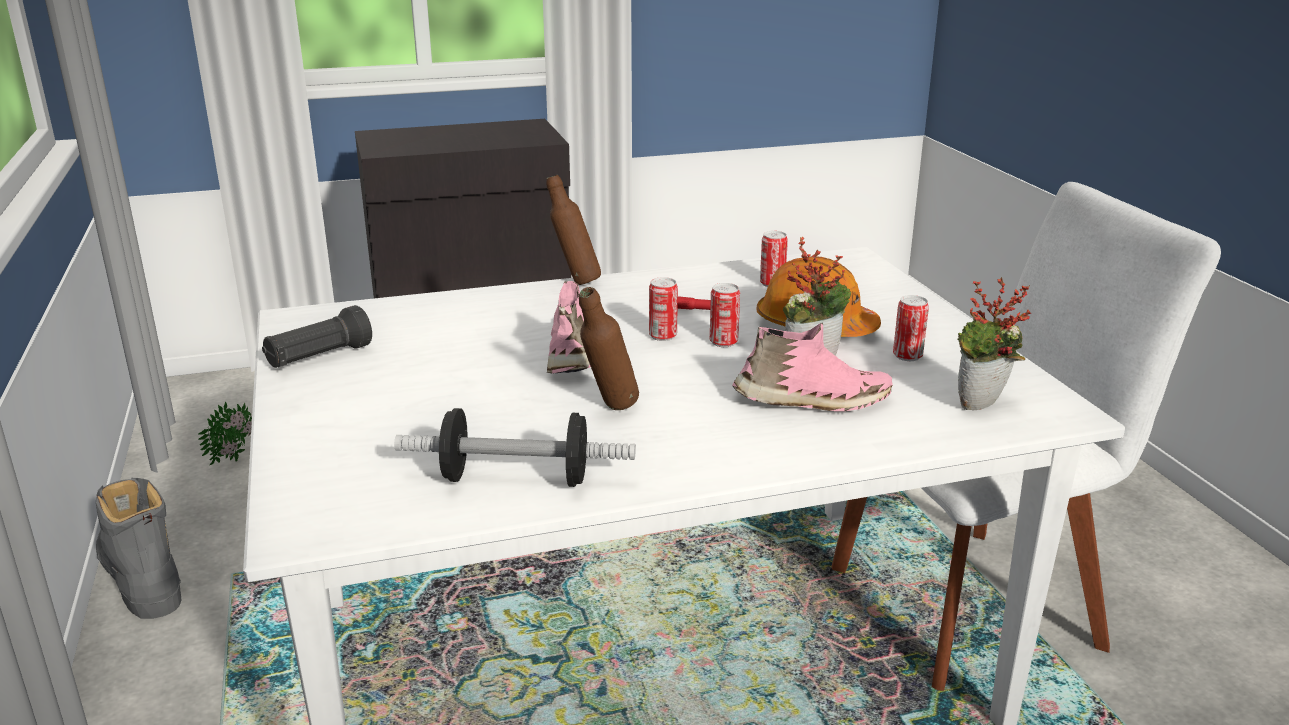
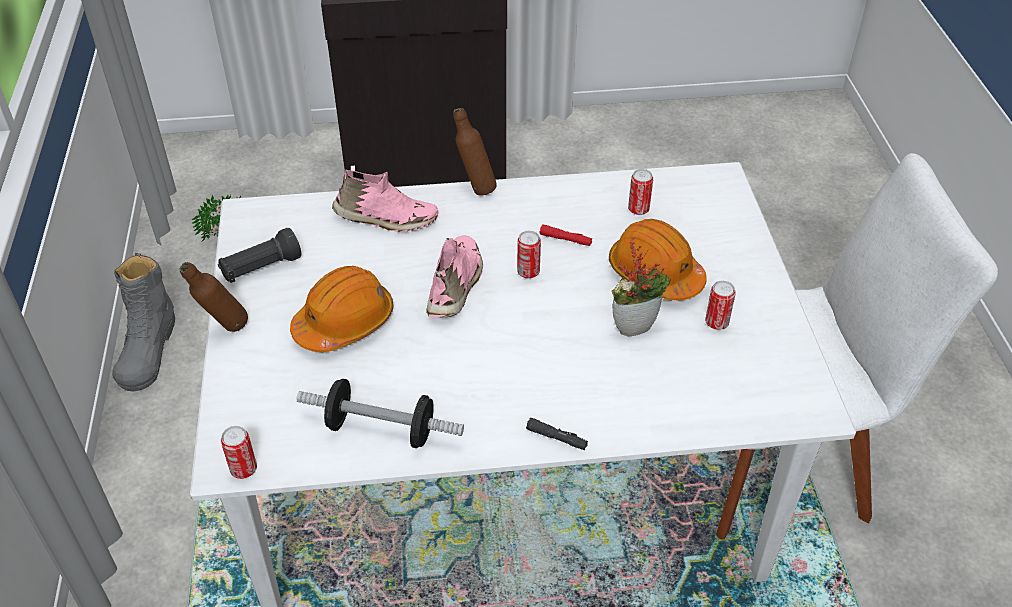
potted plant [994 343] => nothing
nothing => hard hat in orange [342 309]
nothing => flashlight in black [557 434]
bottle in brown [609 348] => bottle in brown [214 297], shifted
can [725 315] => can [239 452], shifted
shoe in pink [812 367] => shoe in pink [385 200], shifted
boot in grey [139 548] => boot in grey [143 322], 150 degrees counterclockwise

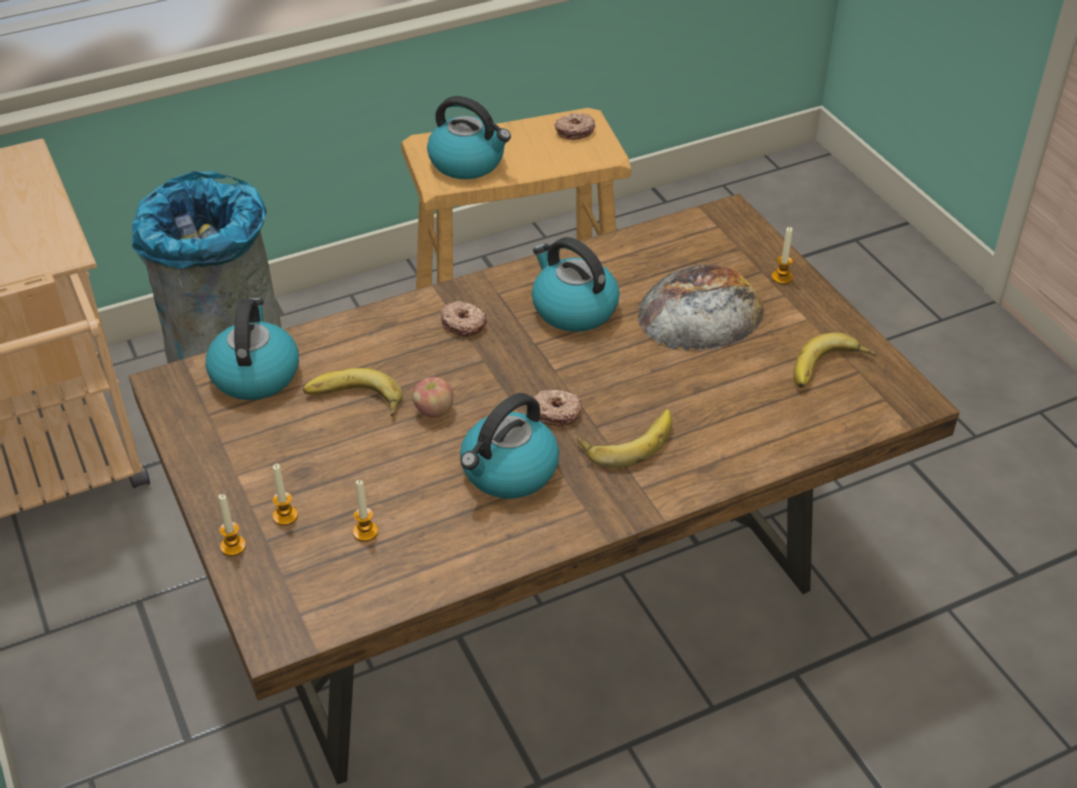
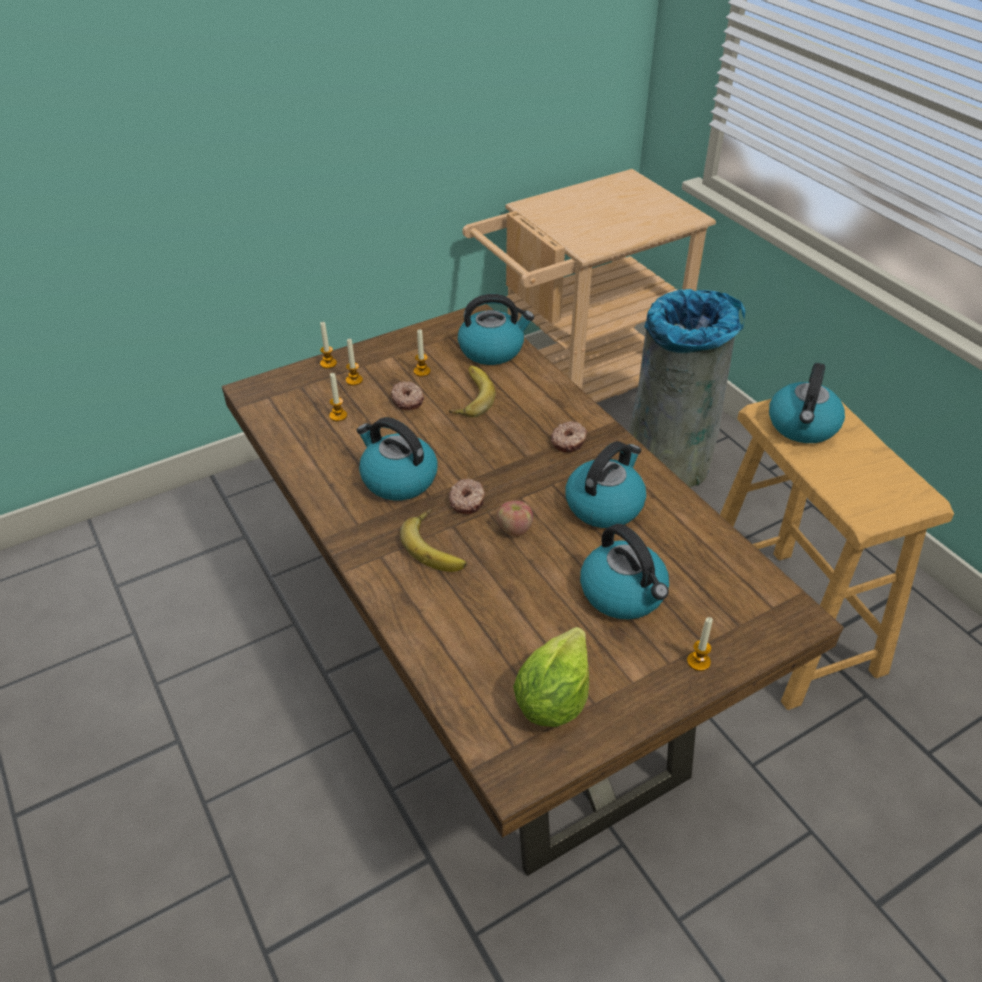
nothing => candle [422 353]
apple [433 397] => apple [515 518], shifted
donut [574 126] => donut [407 395], shifted
bread [701 307] => kettle [624 571]
banana [834 360] => lettuce [551 677]

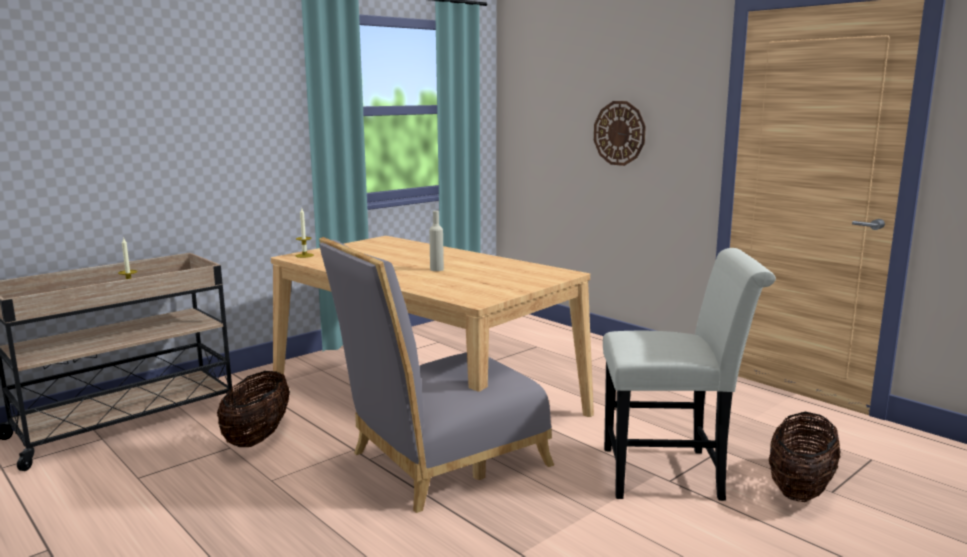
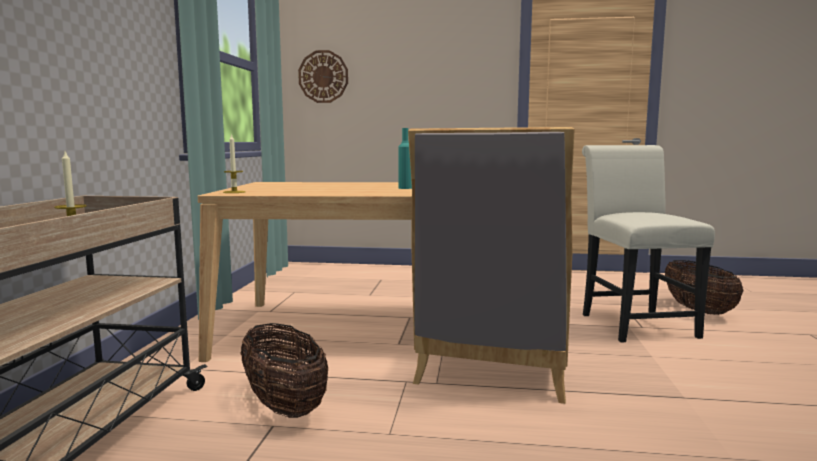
wall clock [620 133] => wall clock [323 76], shifted
bottle in beige [436 241] => bottle in turquoise [405 158]
chair in white [689 374] => chair in white [648 243], 60 degrees counterclockwise

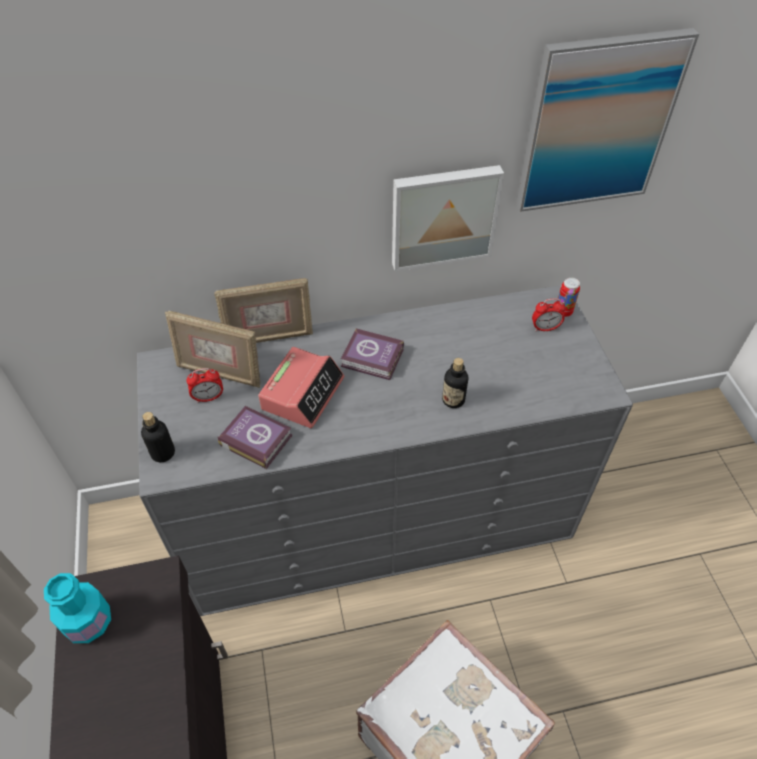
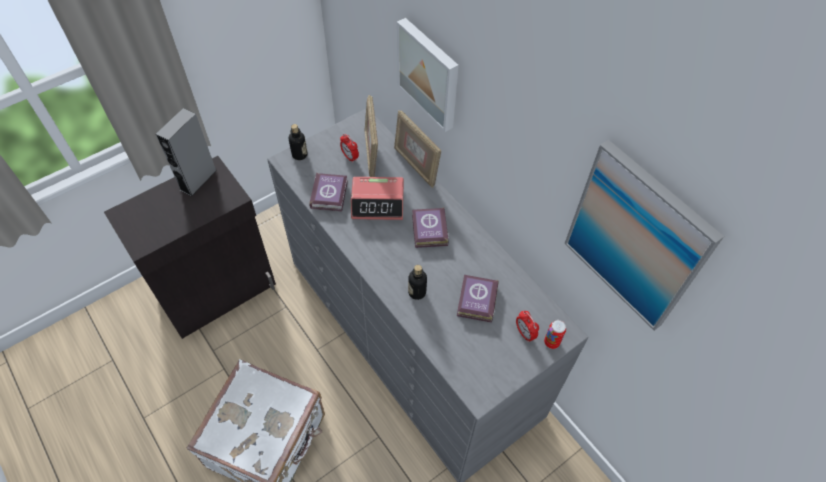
nothing => book [478 298]
picture [448 218] => picture [428 75], shifted
bottle in turquoise [77 608] => speaker in grey [186 152]

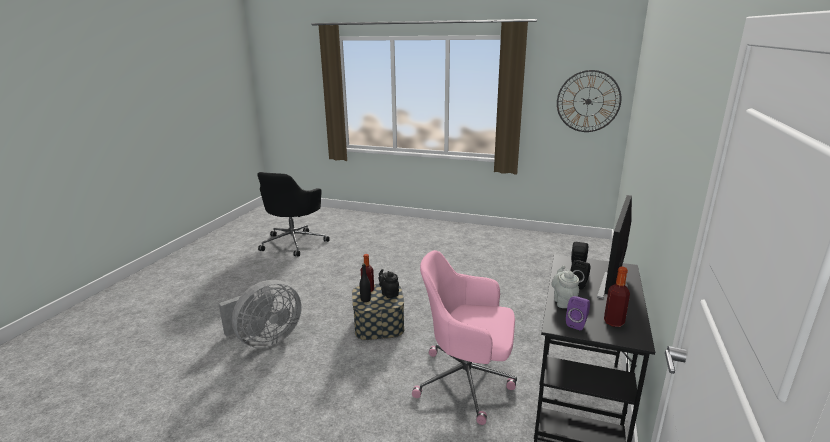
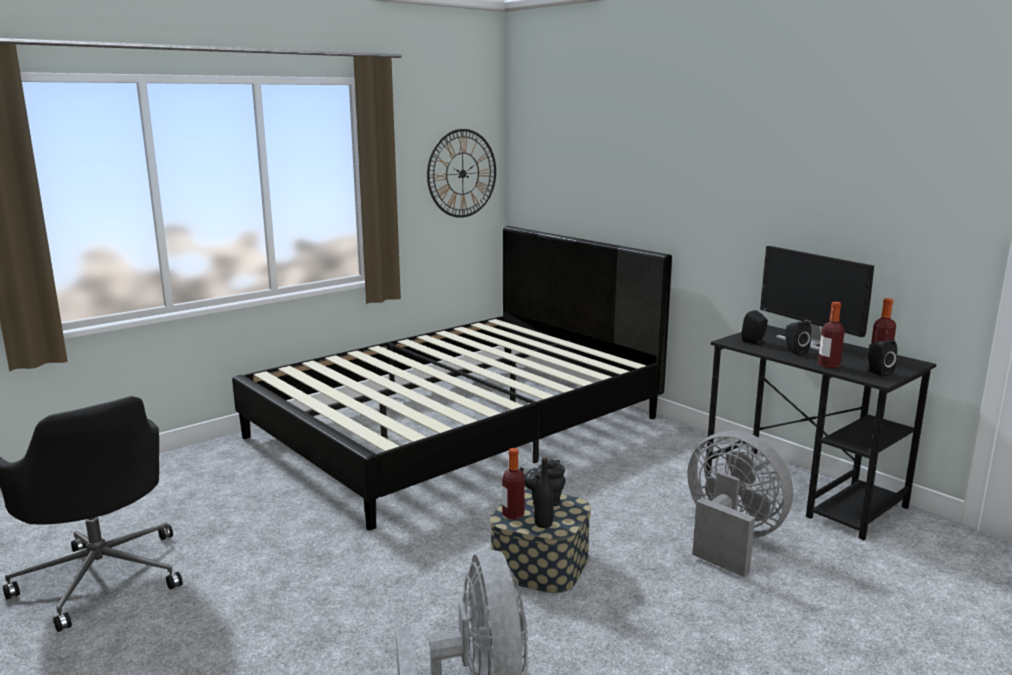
nothing => bed in black [452 378]
office chair in pink [464 337] => fan in grey [740 504]
teapot in grey [565 286] => bottle [831 335]
speaker in purple [578 313] => speaker in black [882 358]

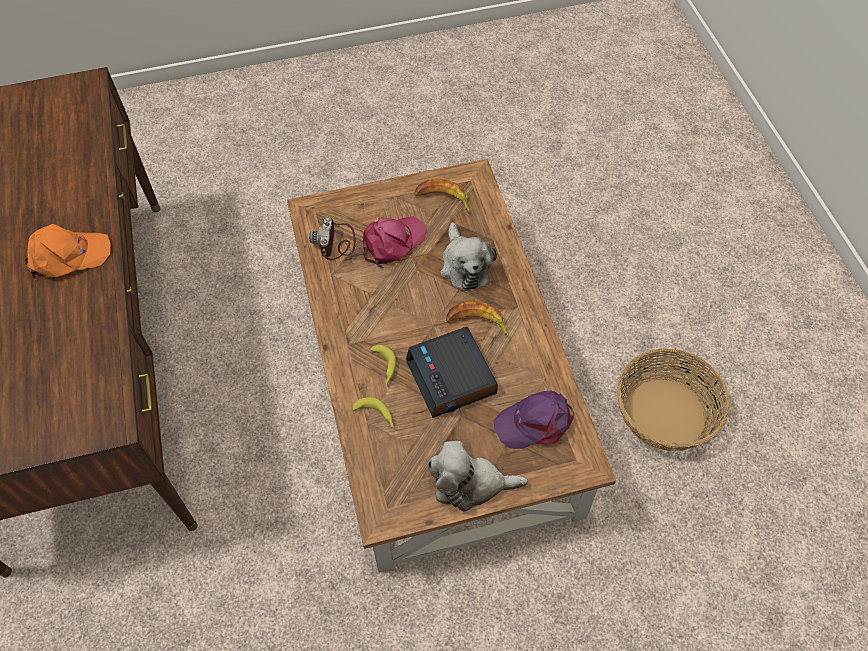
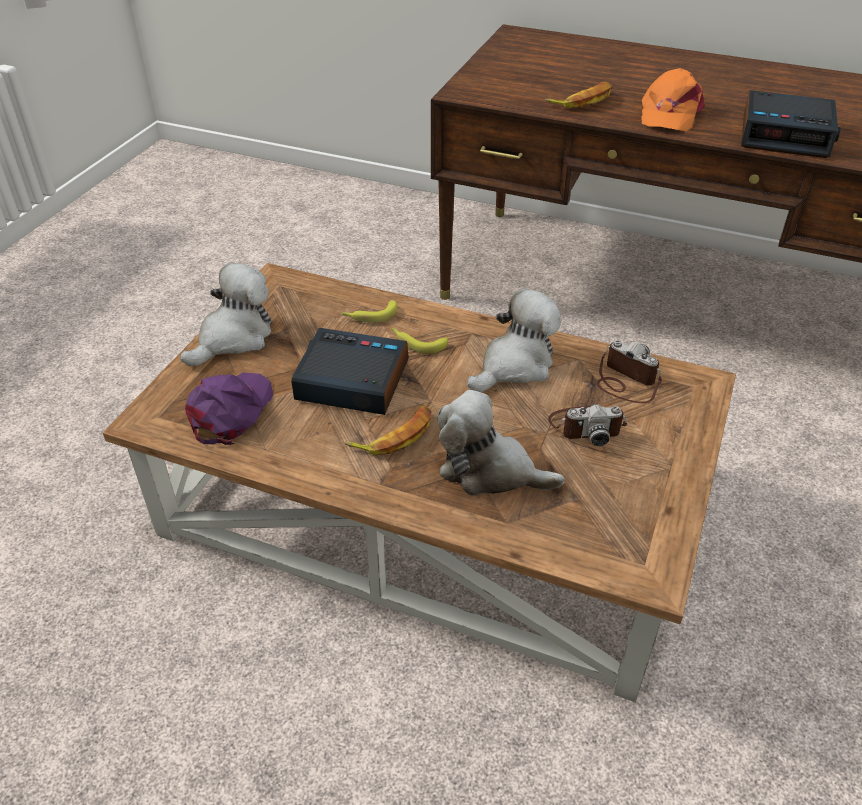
basket [673 400] => nothing
nothing => plush toy [514 340]
nothing => alarm clock [791 124]
banana [442 195] => banana [578 95], shifted
cap in pink [395 242] => photo camera [587 425]

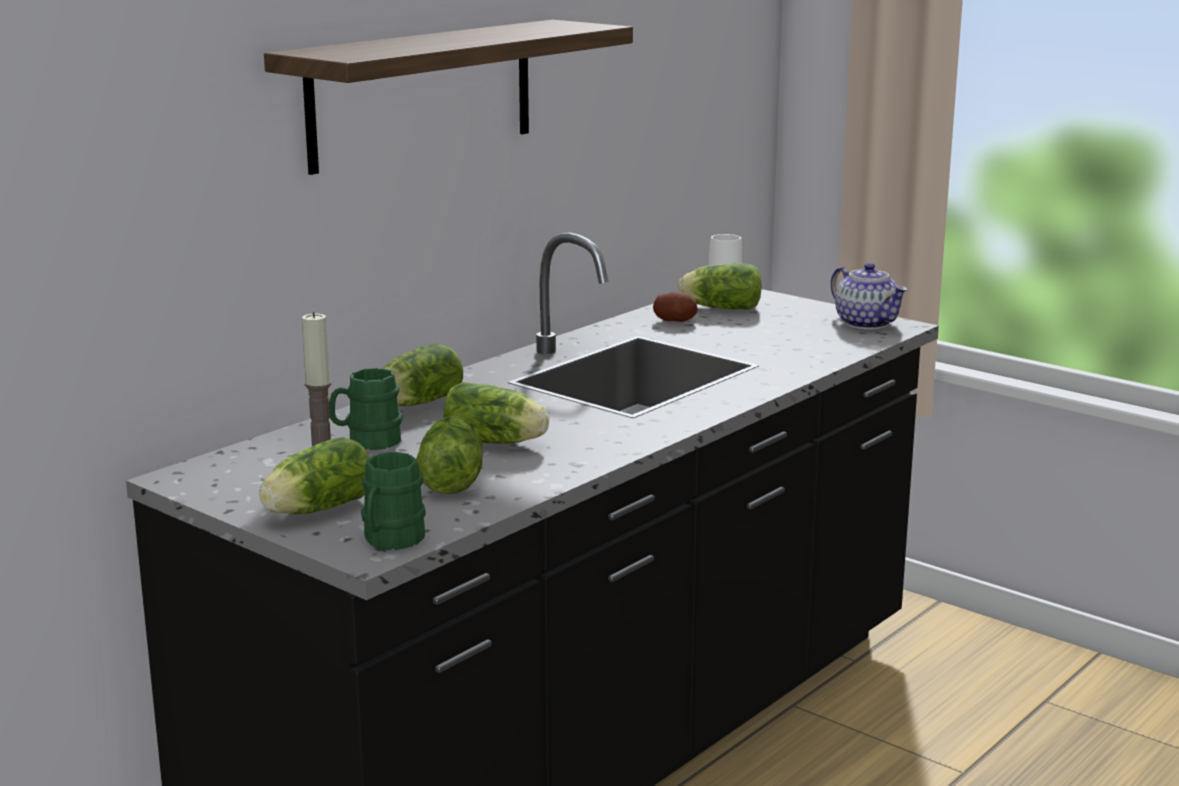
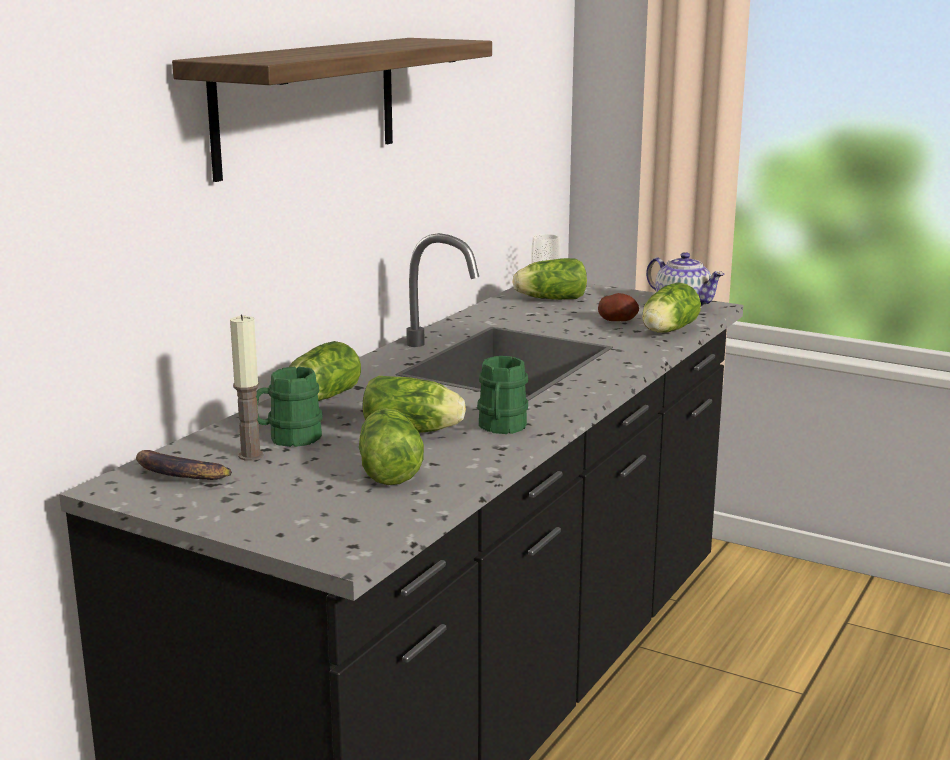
nothing => banana [184 465]
lettuce [314 475] => lettuce [671 308], shifted
mug in green [393 501] => mug in green [502 395], shifted
potato [675 306] => potato [618 307], shifted

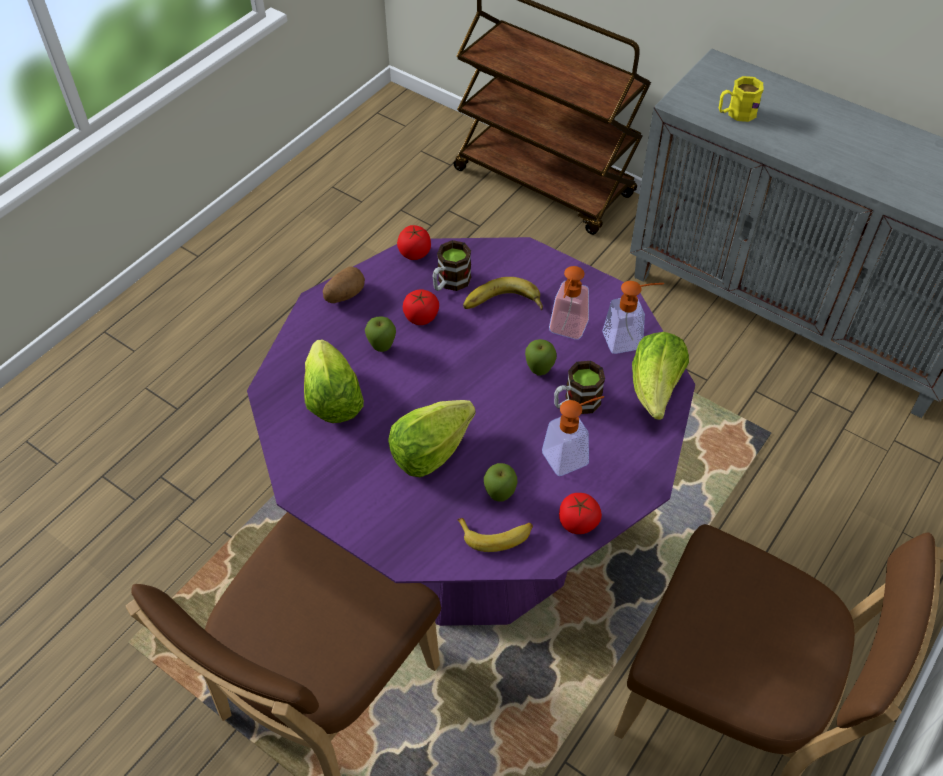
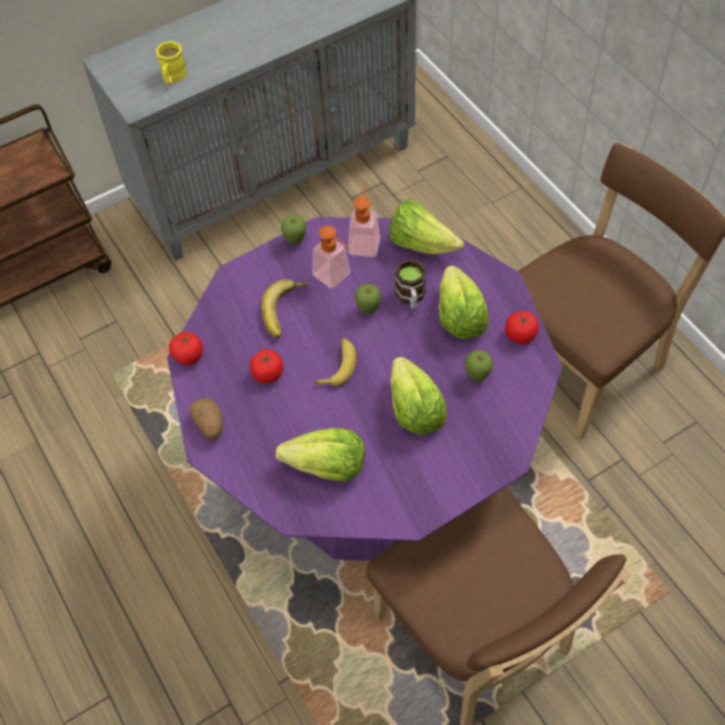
mug [451 265] => nothing
apple [380 334] => apple [293 229], shifted
banana [495 535] => banana [336 362], shifted
soap dispenser [573 436] => lettuce [464 302]

